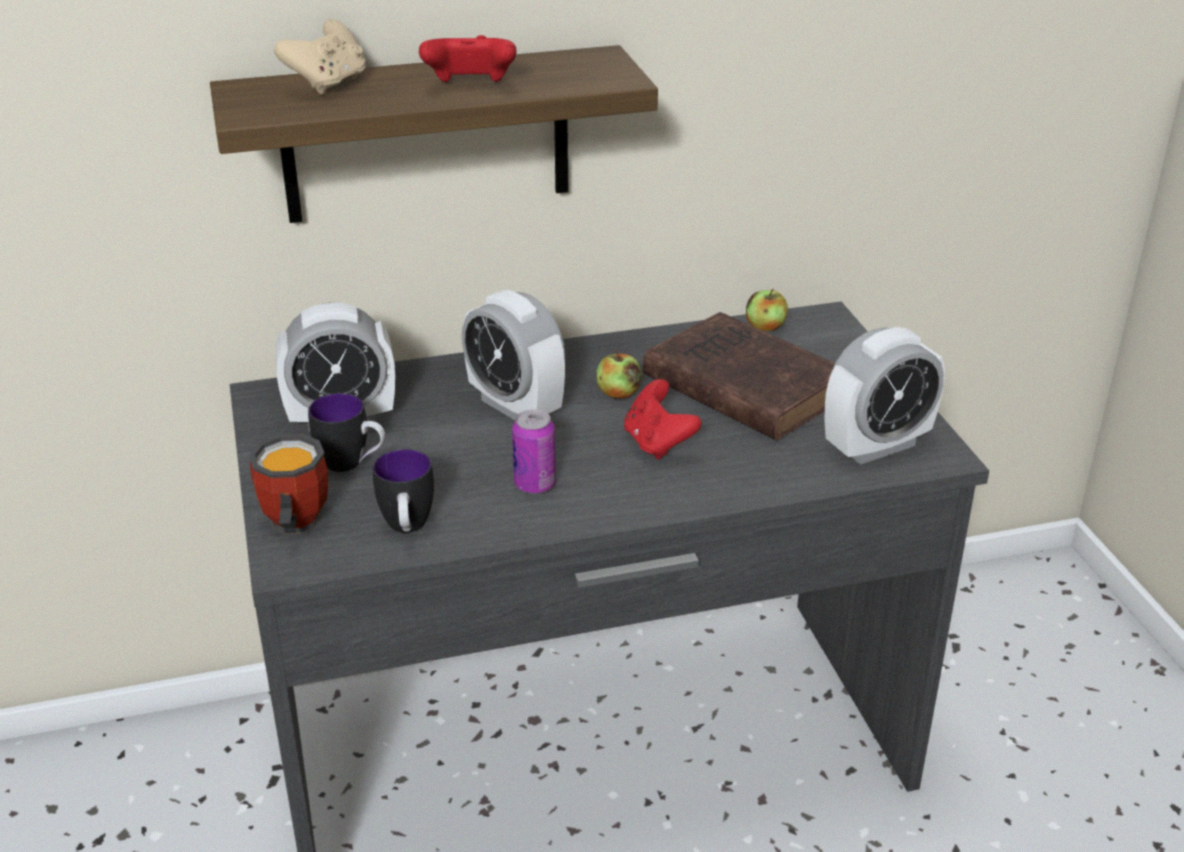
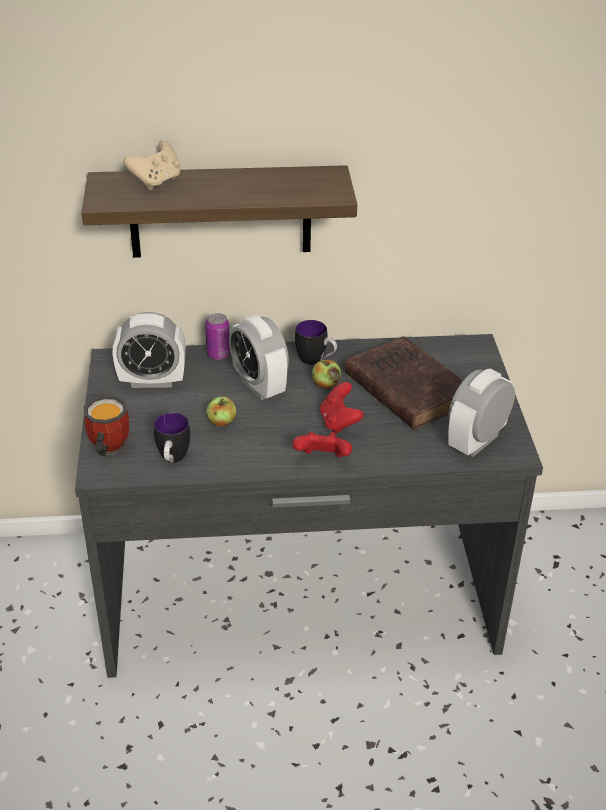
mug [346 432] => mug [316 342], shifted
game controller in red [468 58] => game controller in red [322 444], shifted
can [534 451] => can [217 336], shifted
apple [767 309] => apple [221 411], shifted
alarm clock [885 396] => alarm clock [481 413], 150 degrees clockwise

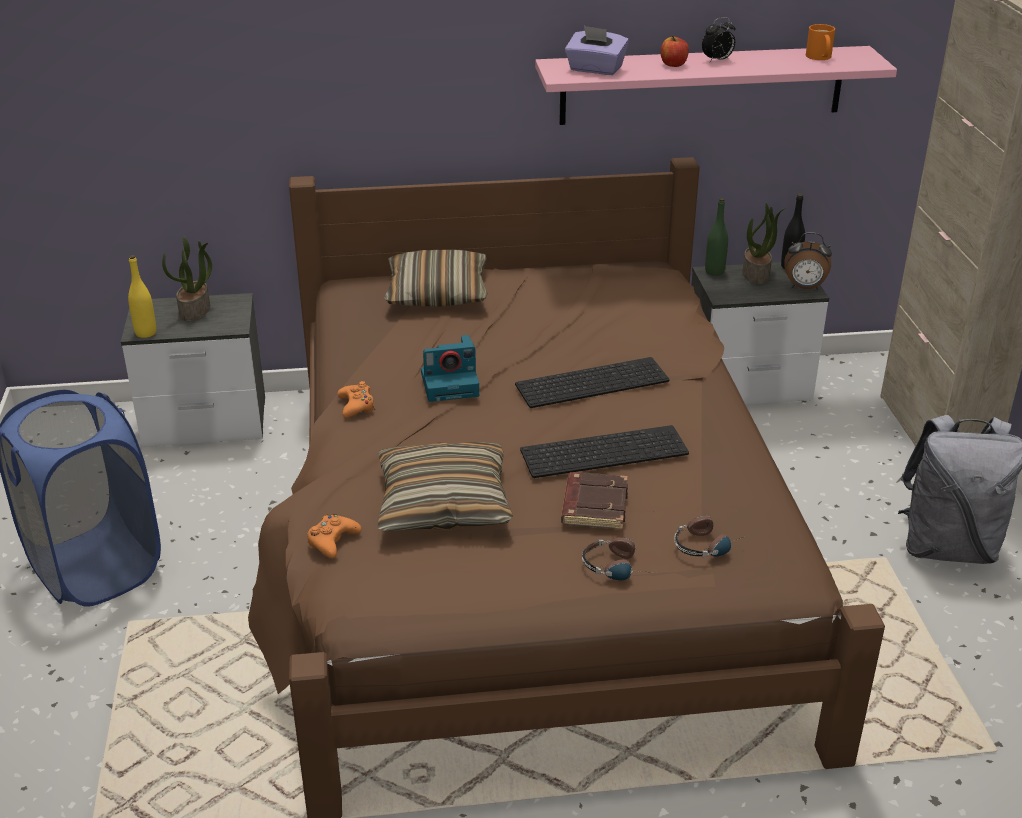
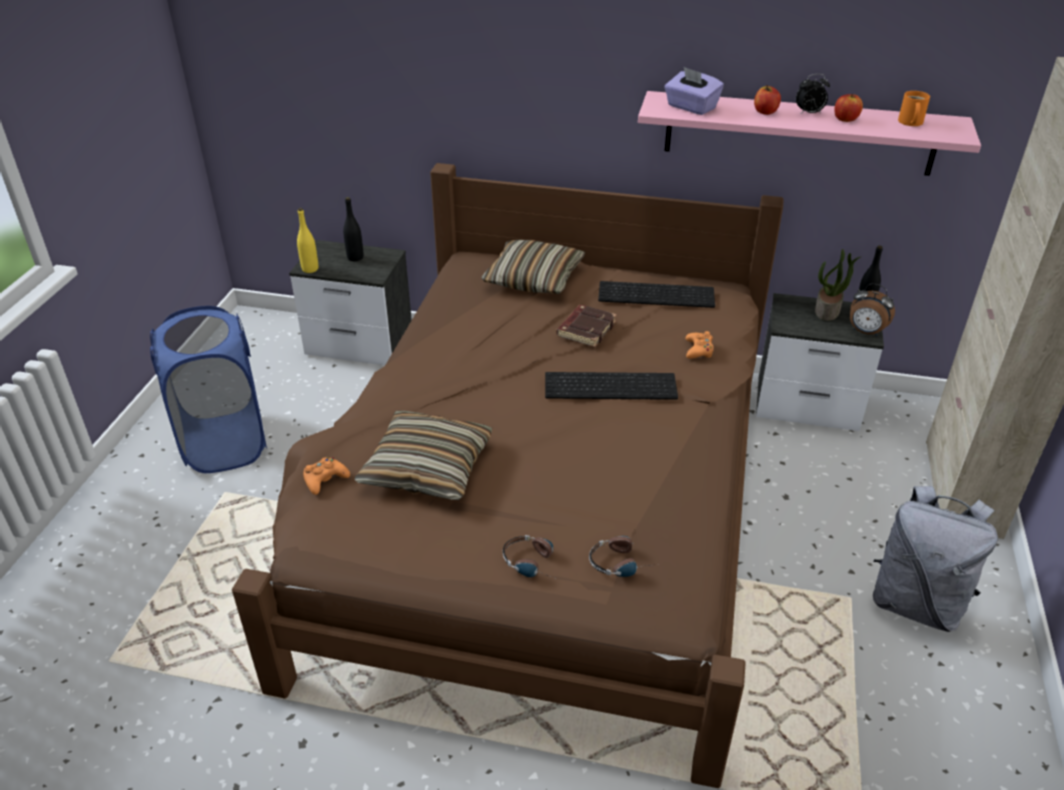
photo camera [450 368] => nothing
bottle in green [716 237] => nothing
nothing => apple [848 108]
game controller in orange [356 399] => game controller in orange [700 345], shifted
keyboard [604 451] => keyboard [656 294], shifted
book in brown [594 501] => book in brown [586 326], shifted
potted plant [187 279] => bottle in black [353 229]

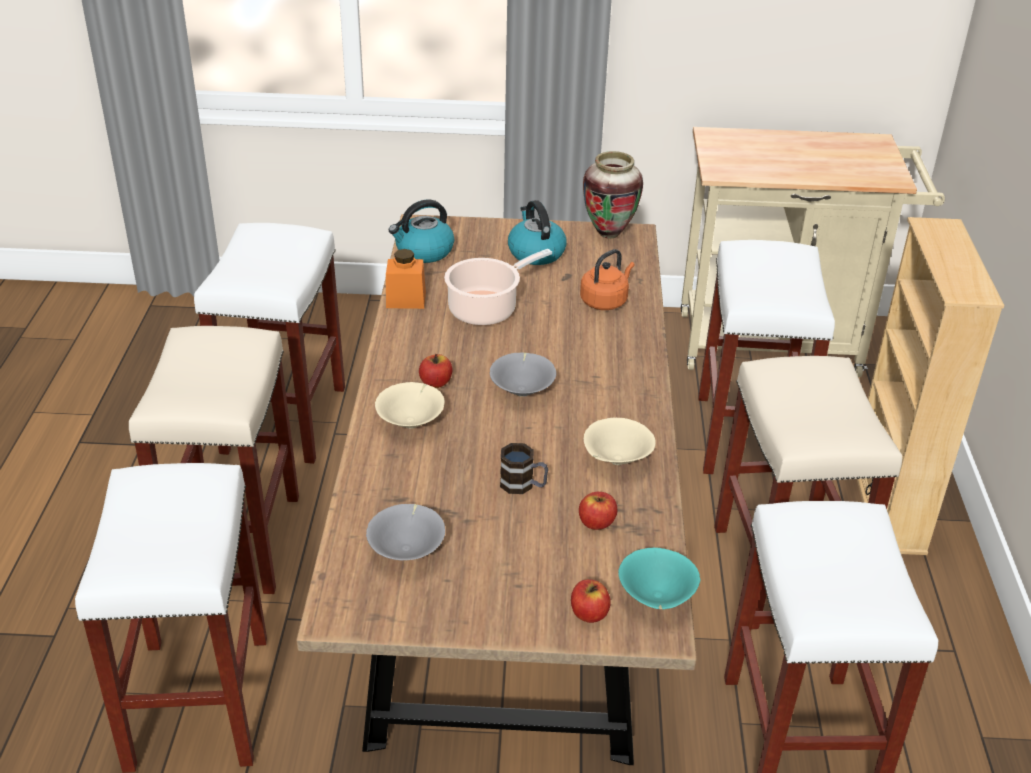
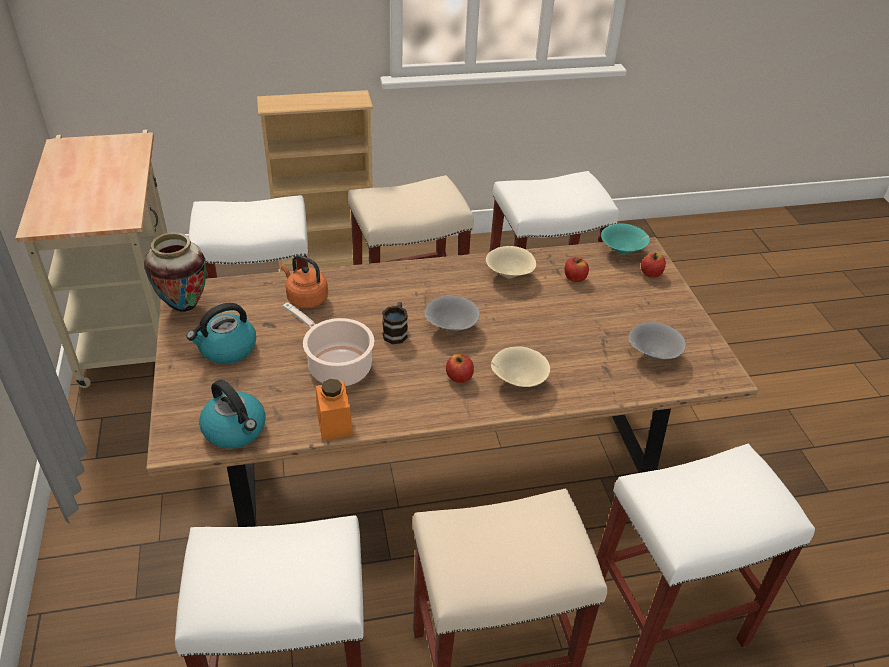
mug [524 468] => mug [395 323], shifted

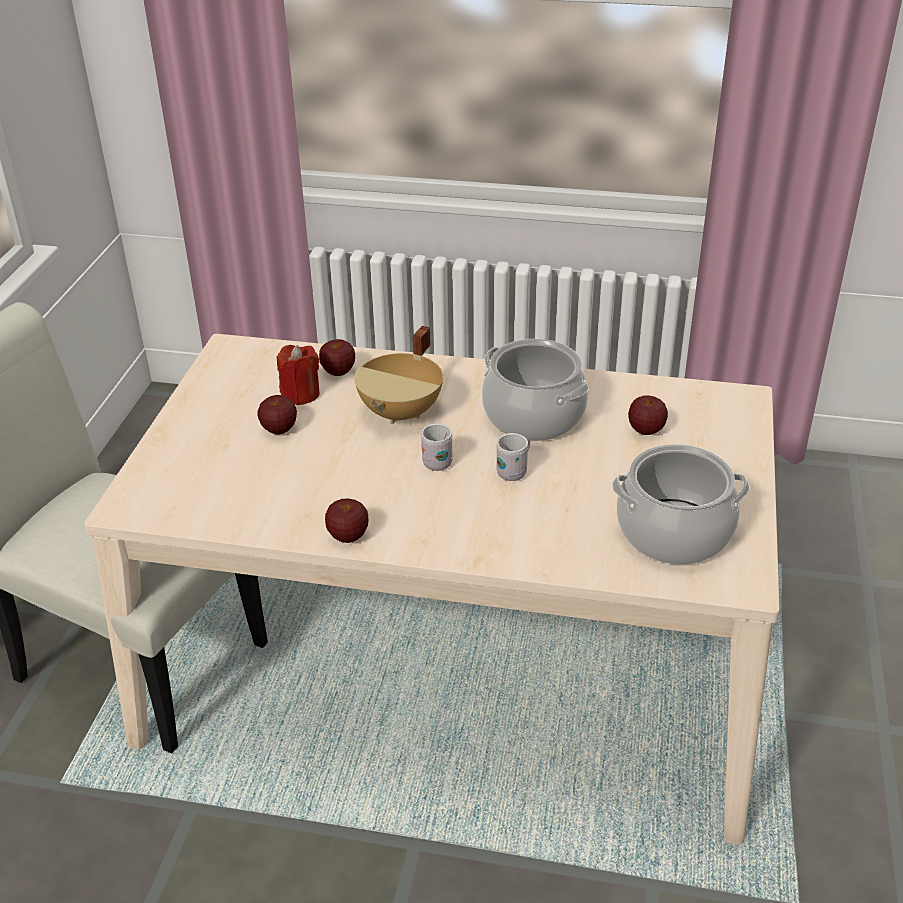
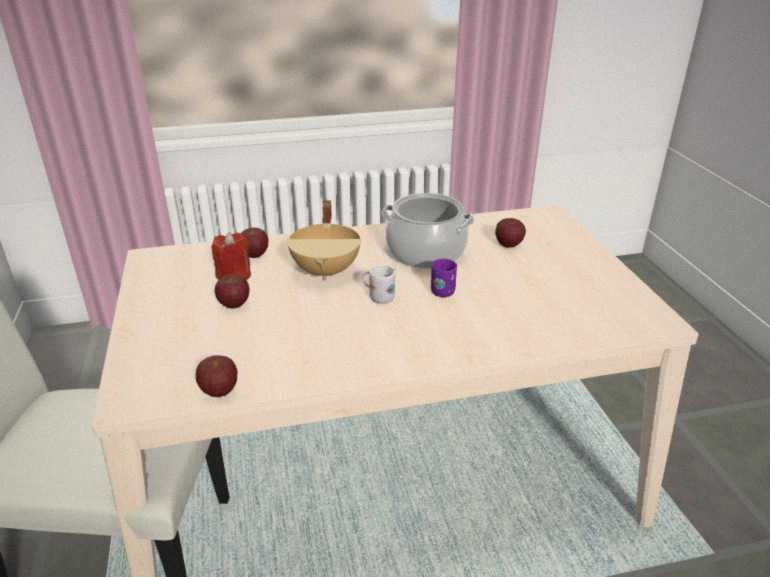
cooking pot [681 504] => nothing
apple [347 520] => apple [216 376], shifted
mug in white [513 457] => mug in purple [444 278]

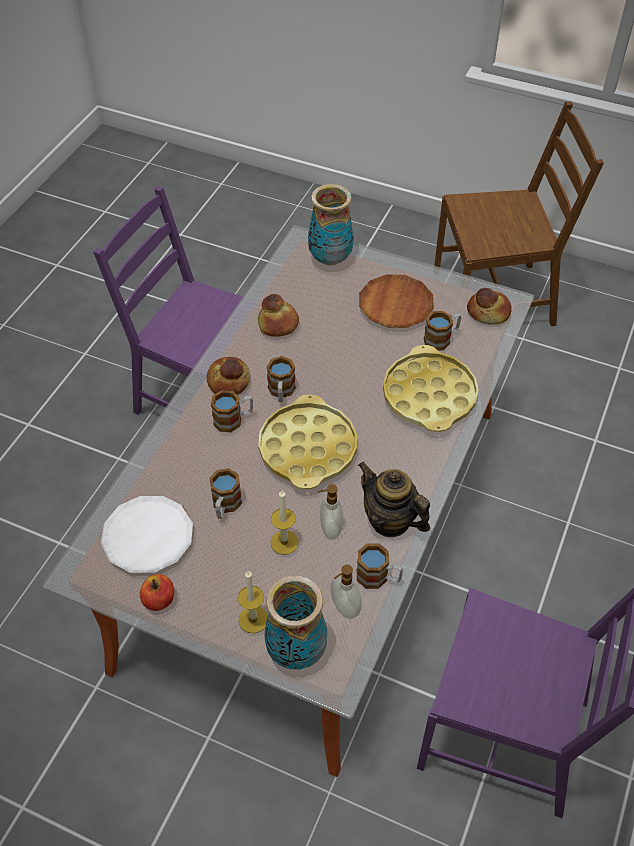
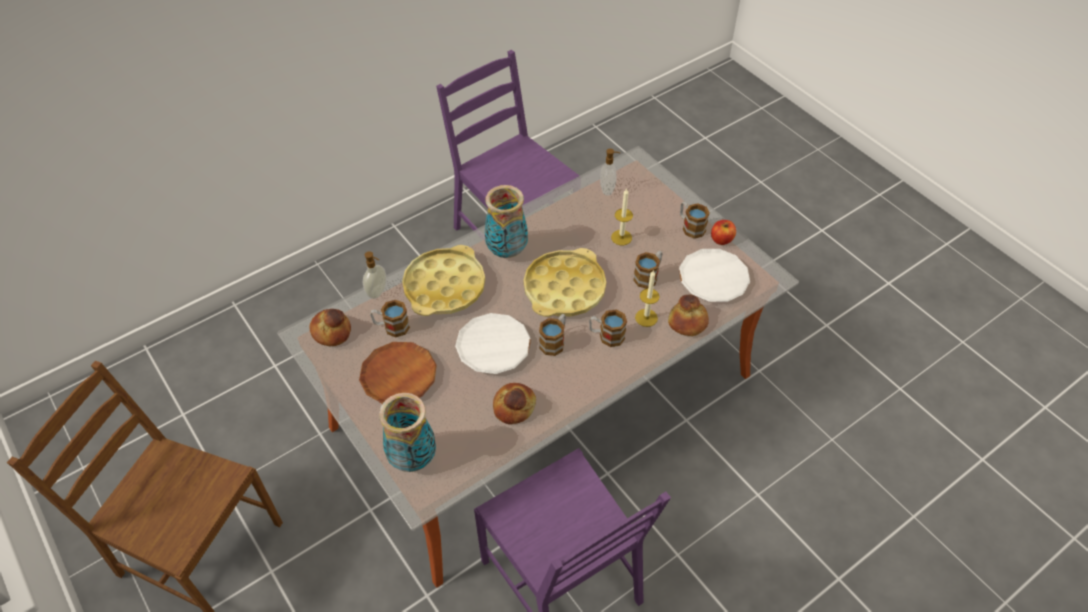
teapot [394 499] => nothing
nothing => plate in white [493 343]
bread [228 376] => bread [688 315], shifted
candle [253 602] => candle [647 298], shifted
vase [295 622] => vase [506 221], shifted
soap dispenser [330 512] => soap dispenser [375 275], shifted
mug [380 566] => mug [695 220], shifted

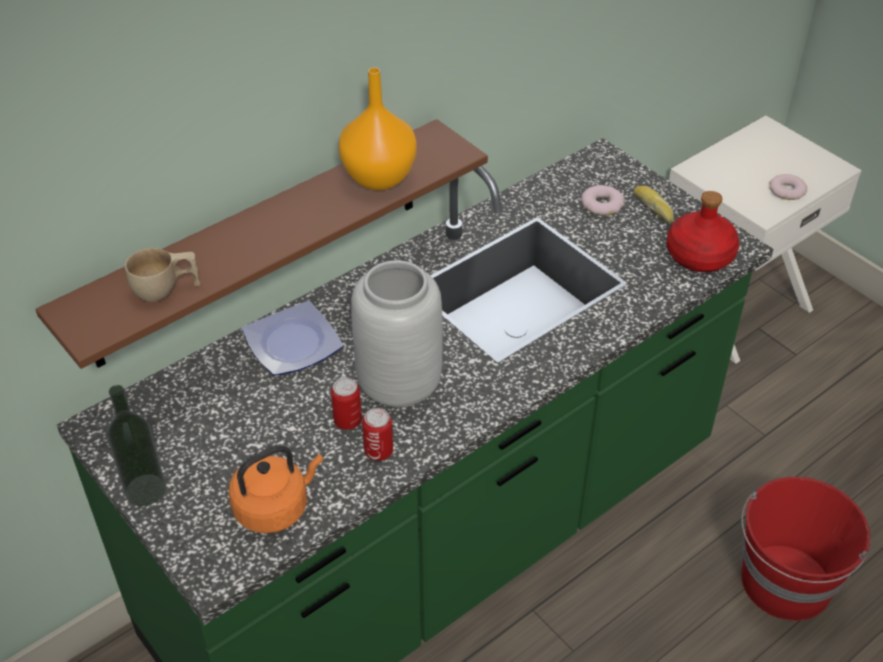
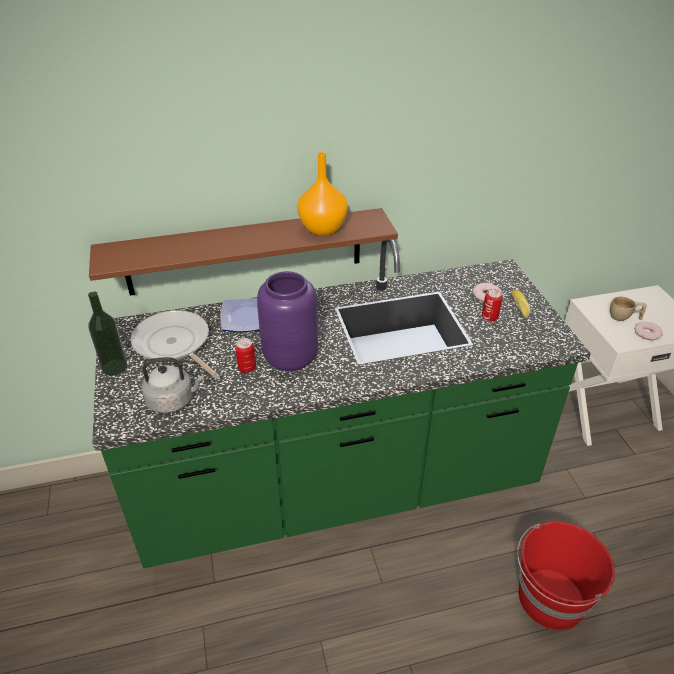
bottle in red [702 231] => nothing
nothing => frying pan [175 344]
cup in beige [162 275] => cup in beige [628 309], shifted
can [377 434] => can [492 305], shifted
kettle in orange [276 489] => kettle in grey [172 385]
vase in grey [396 333] => vase in purple [287 321]

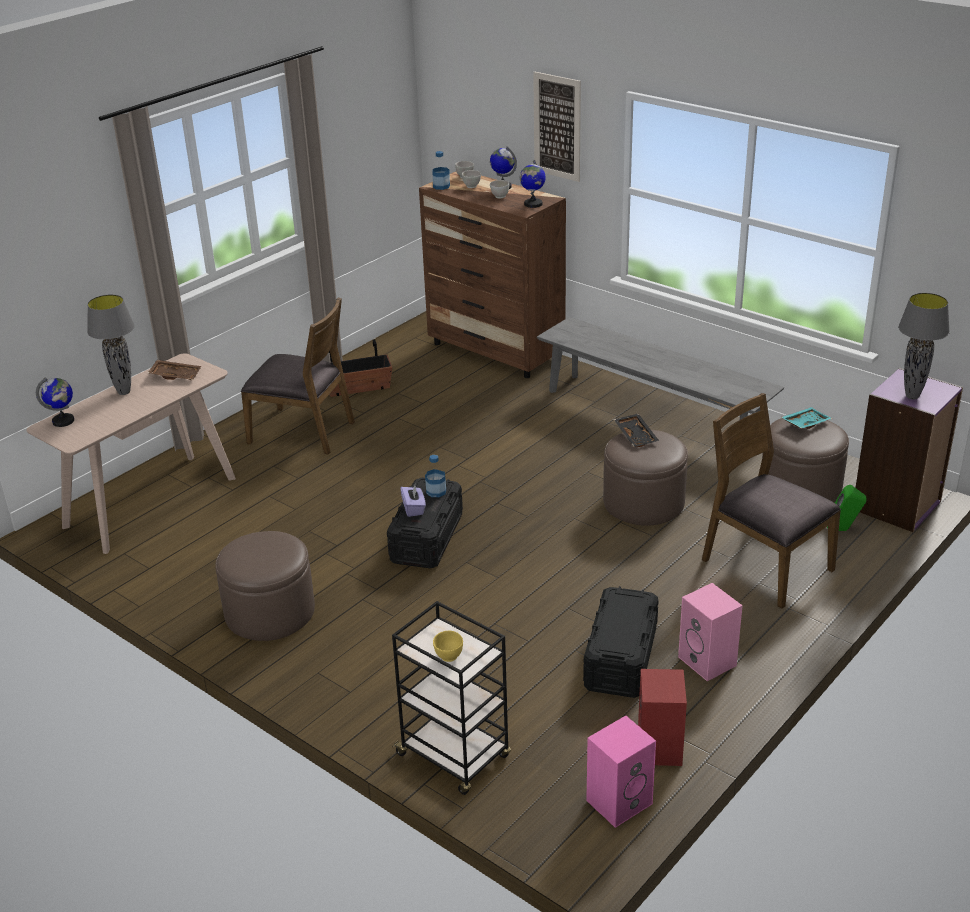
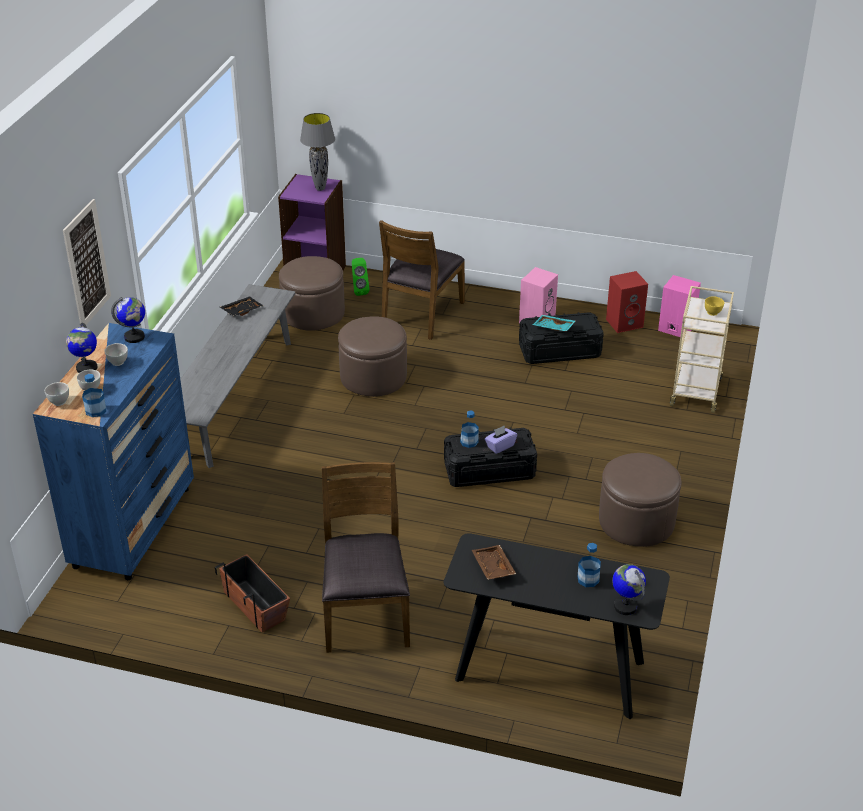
table lamp in grey [111 344] => nothing
nothing => bottle [589 565]
tray in black [636 430] => tray in black [242 306], shifted
tray in turquoise [806 418] => tray in turquoise [554 323], shifted
console table in beige [131 453] => console table in black [557 626]
cart in black [451 698] => cart in beige [702 349]
dresser in brown [492 275] => dresser in blue [113 451]

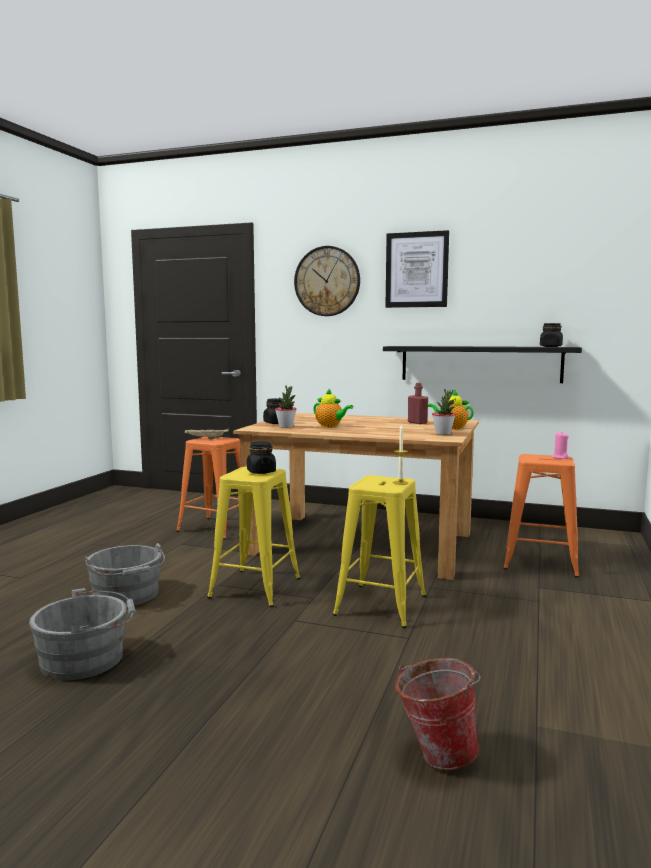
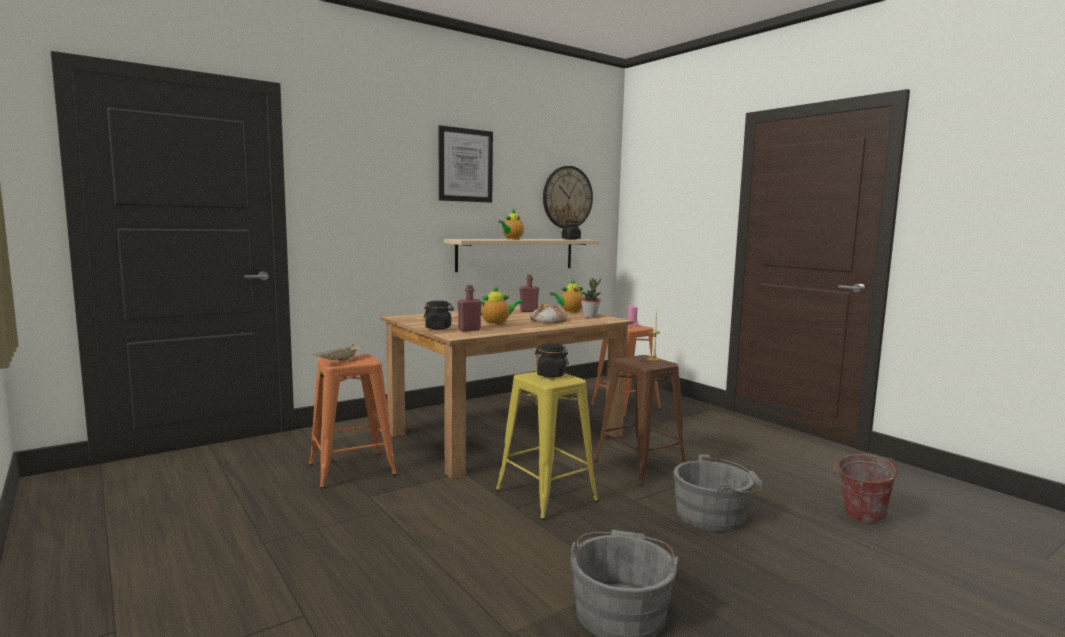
nothing => teapot [511 224]
nothing => bread [548 313]
bucket in grey [125 574] => bucket in grey [718 493], shifted
wall clock [327 281] => wall clock [568 197], shifted
potted plant [286 406] => bottle in red [470 308]
stool in yellow [379 551] => stool in brown [640 420]
shelf in black [482 364] => shelf in beige [521 255]

